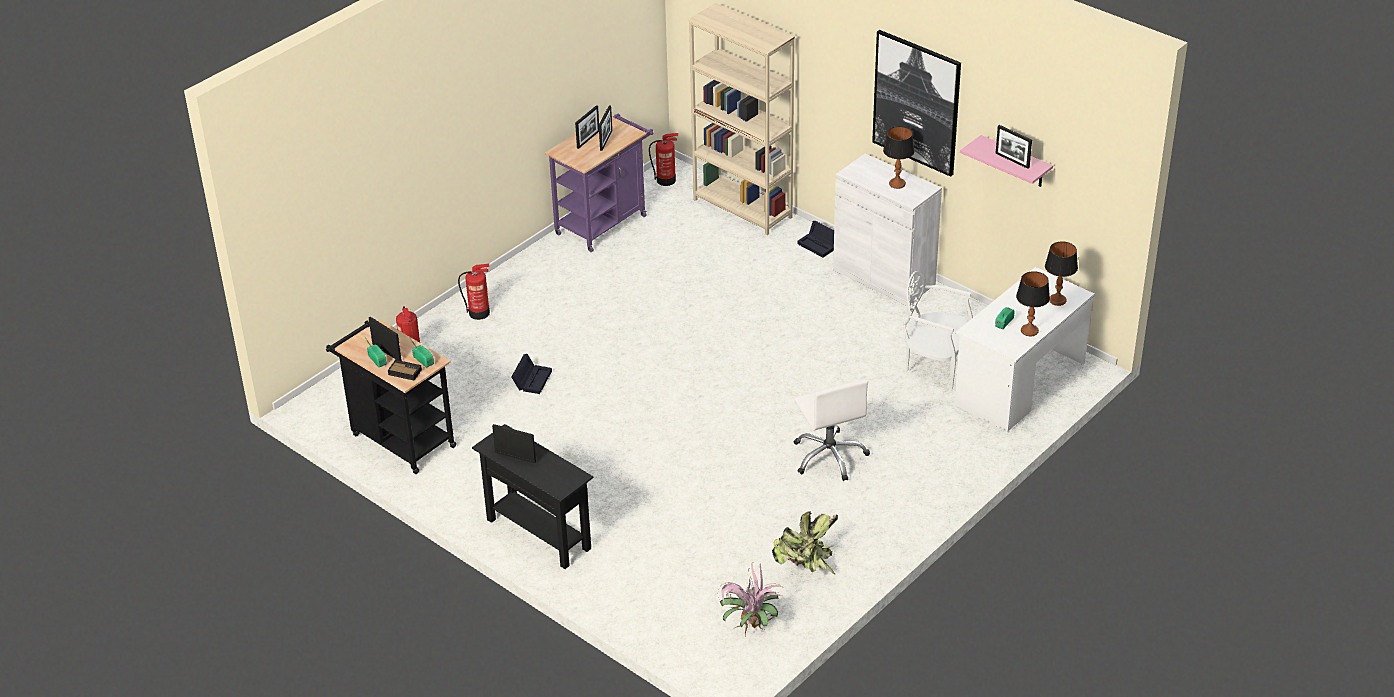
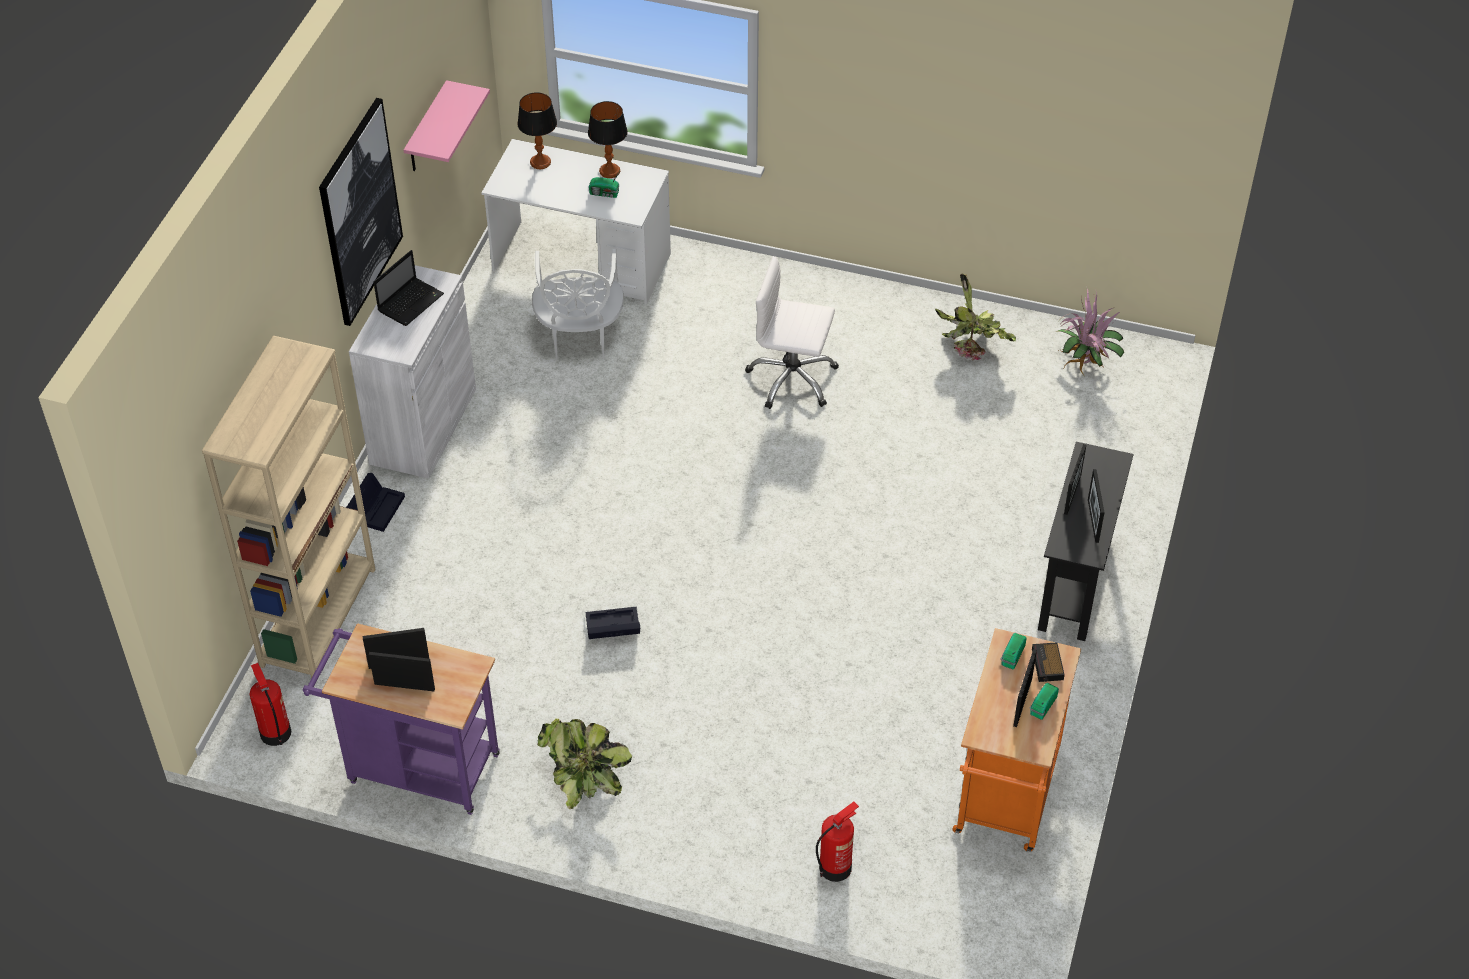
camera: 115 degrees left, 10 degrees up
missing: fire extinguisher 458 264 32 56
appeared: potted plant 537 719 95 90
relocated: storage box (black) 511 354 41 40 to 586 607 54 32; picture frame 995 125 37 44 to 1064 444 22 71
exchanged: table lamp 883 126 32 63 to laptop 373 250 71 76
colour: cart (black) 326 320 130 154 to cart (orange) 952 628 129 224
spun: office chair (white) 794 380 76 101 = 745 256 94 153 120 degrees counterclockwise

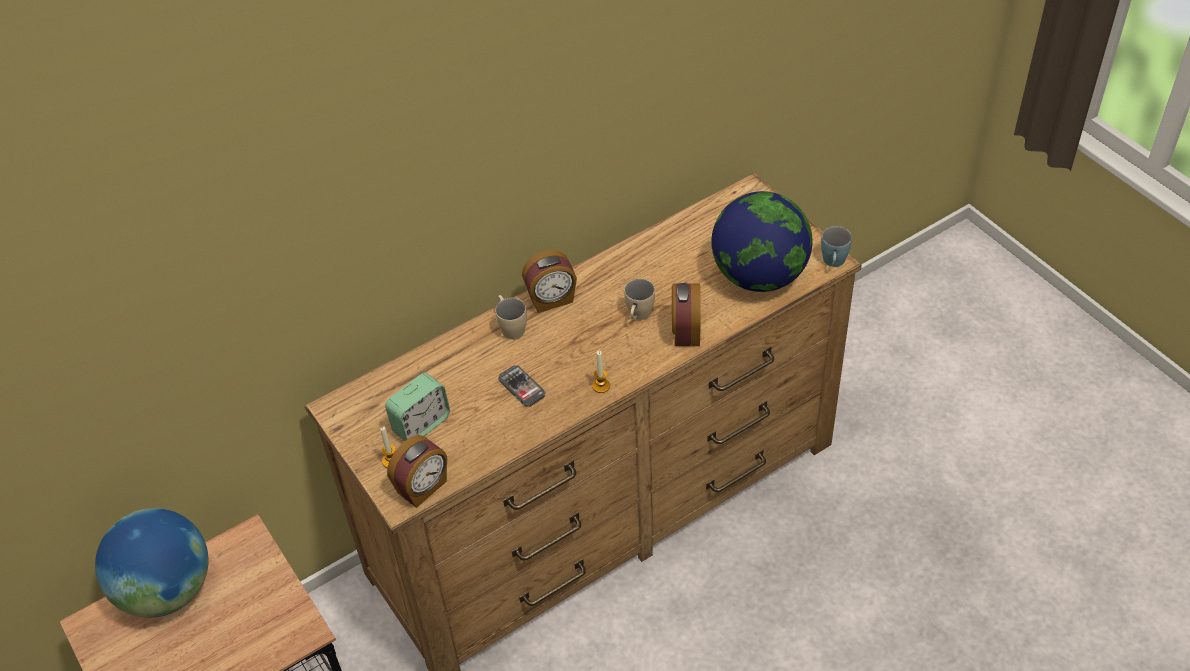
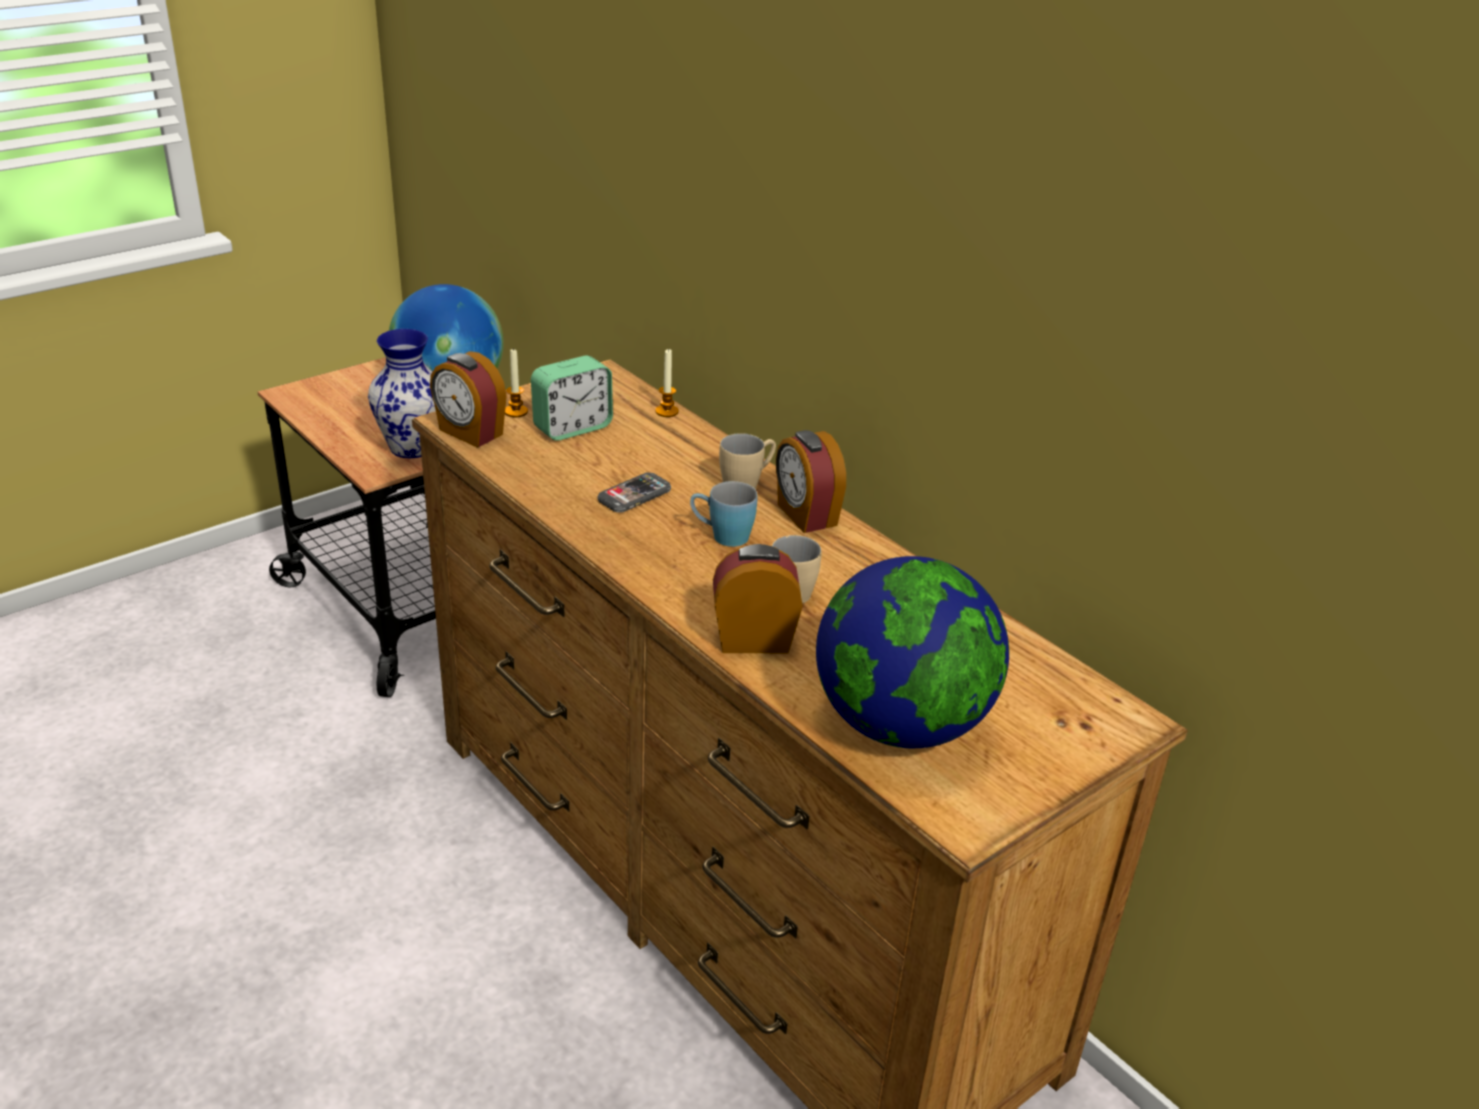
camera: 80 degrees right, 15 degrees down
appeared: vase 368 329 68 129
relocated: candle 592 351 18 42 to 655 348 24 69; mug (blue) 821 226 31 41 to 690 481 67 66
spun: alarm clock 385 373 65 68 = 531 355 82 86 75 degrees counterclockwise

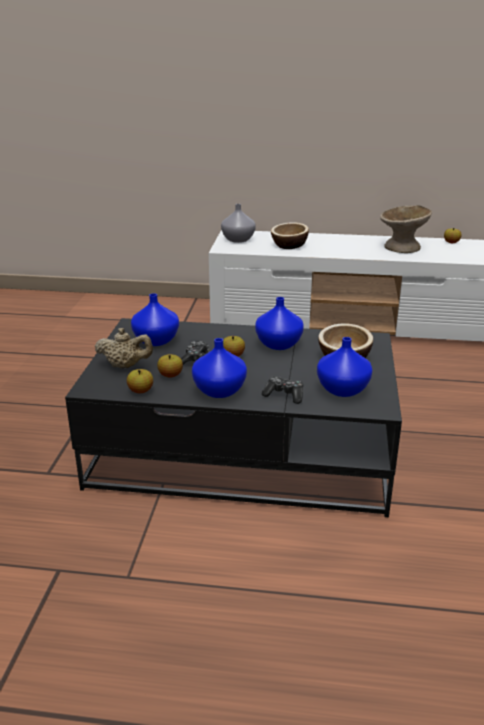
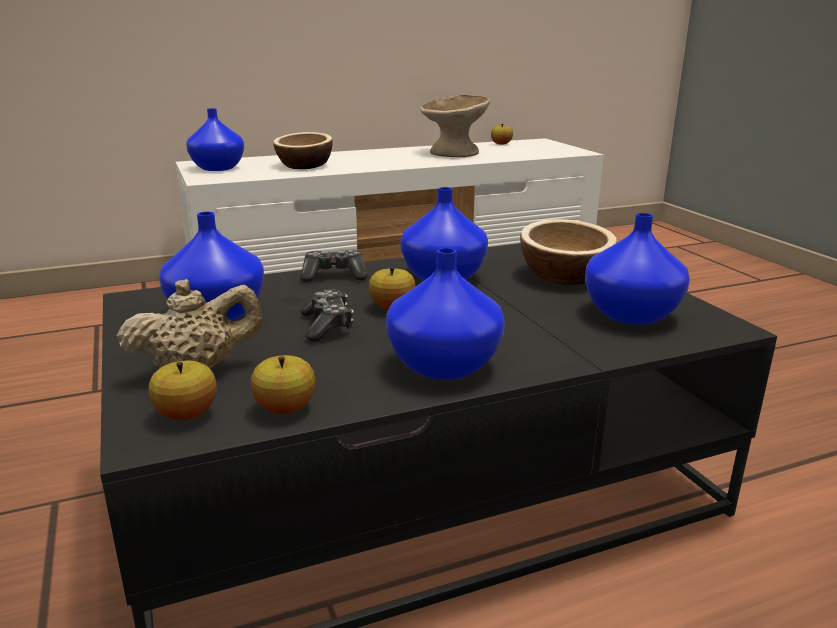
camera: 30 degrees left, 5 degrees down
relocated: apple 157 354 26 23 to 148 361 69 59; game controller 262 376 41 28 to 300 250 68 32
colour: vase (grey) 221 204 35 39 to vase (blue) 186 108 58 63

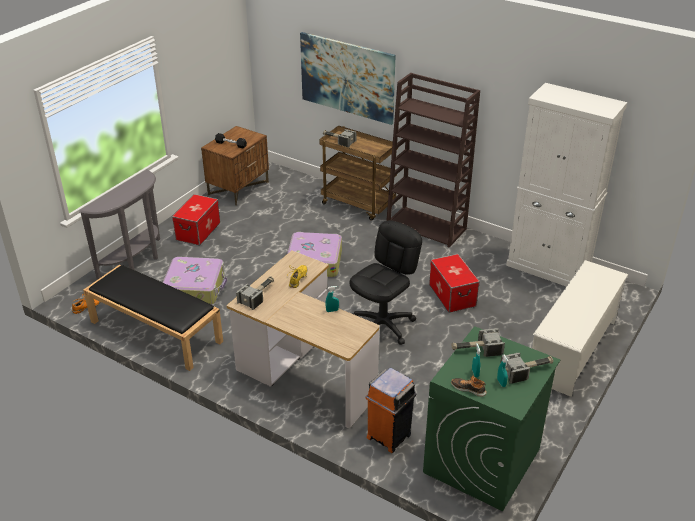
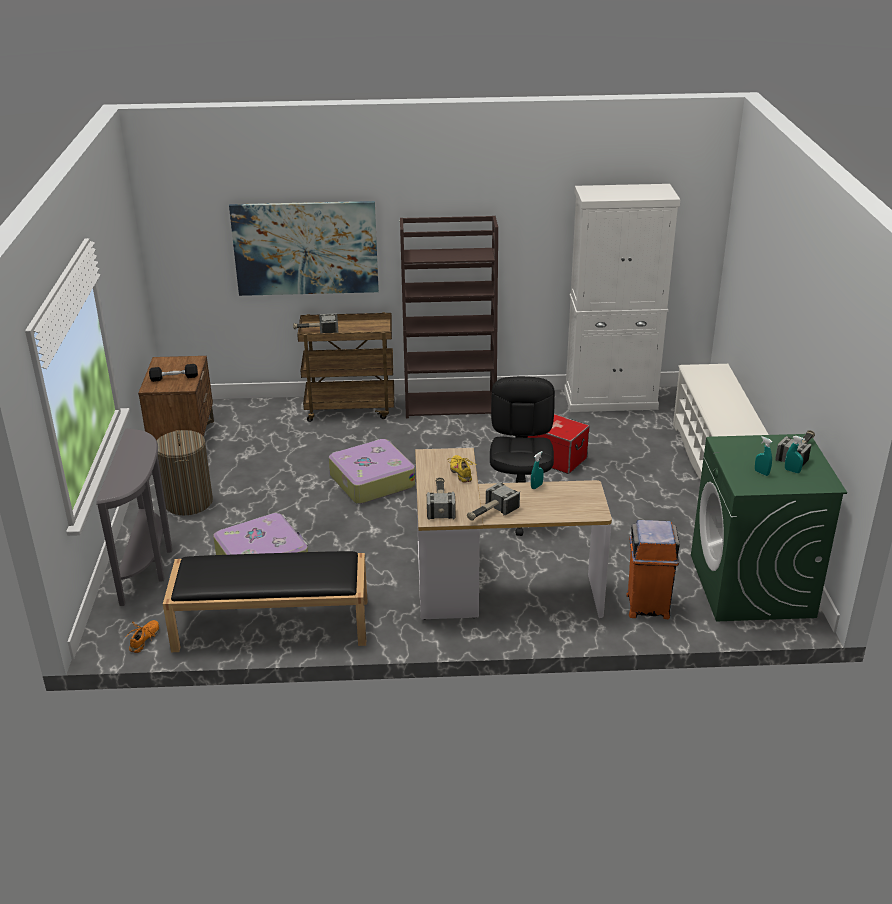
camera: 35 degrees left, 5 degrees down
missing: shoe 451 375 36 22
relocated: hammer 451 328 54 29 to 467 482 53 39
exchanged: storage box 172 194 48 52 to laundry basket 157 430 56 85

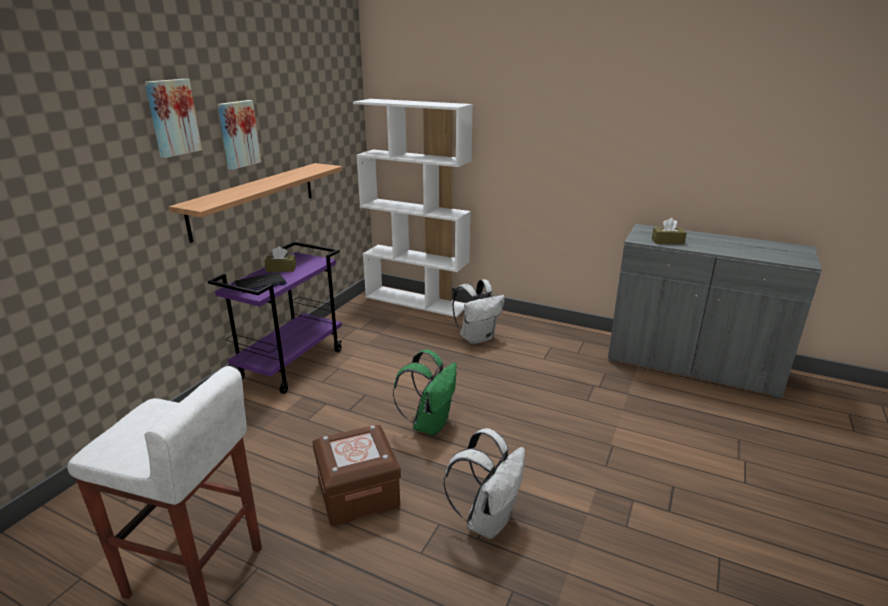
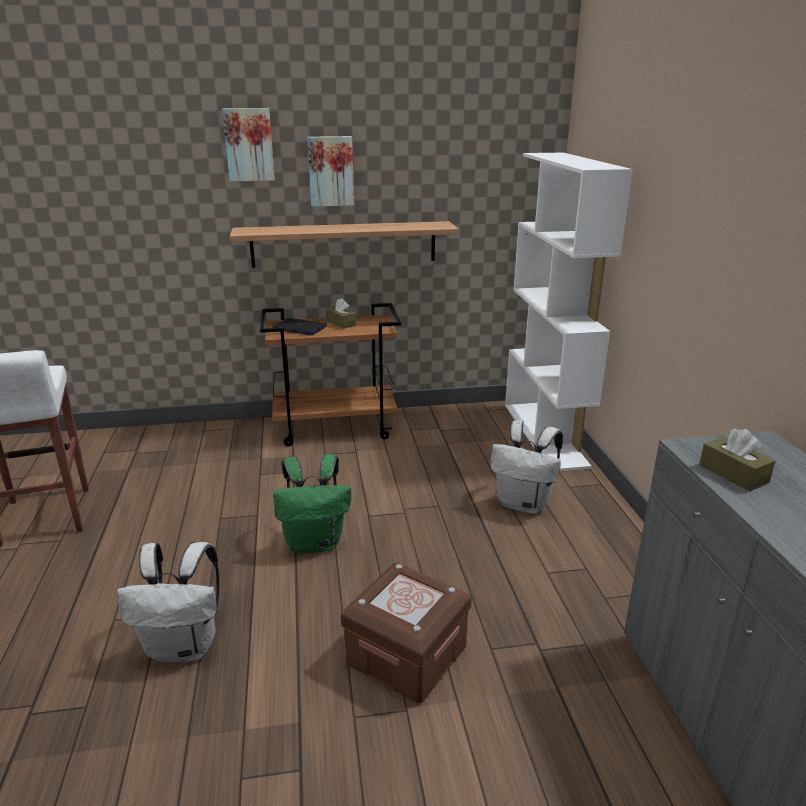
camera: 55 degrees right, 0 degrees up
relocated: storage box (brown) 313 425 88 101 to 341 562 131 142
colour: cart (purple) 208 242 134 152 to cart (brown) 260 303 141 144

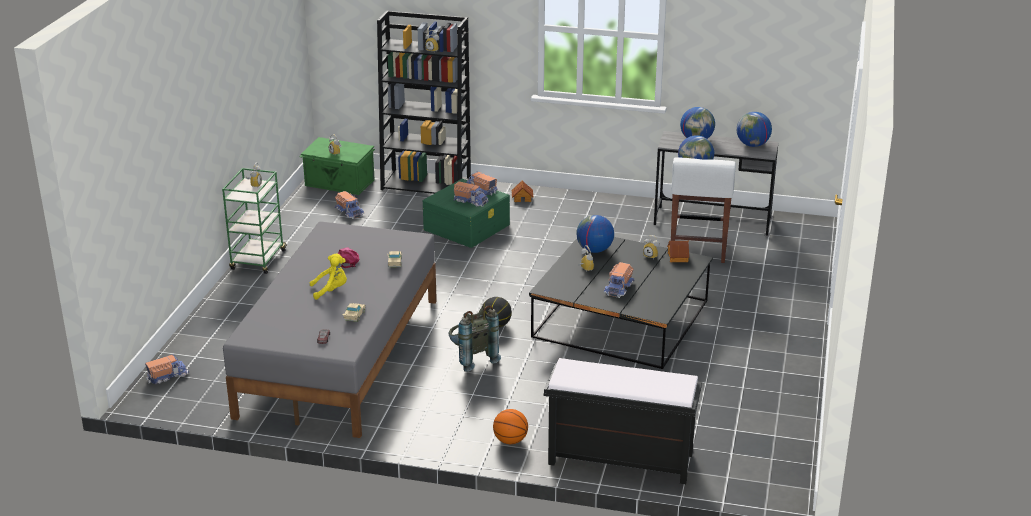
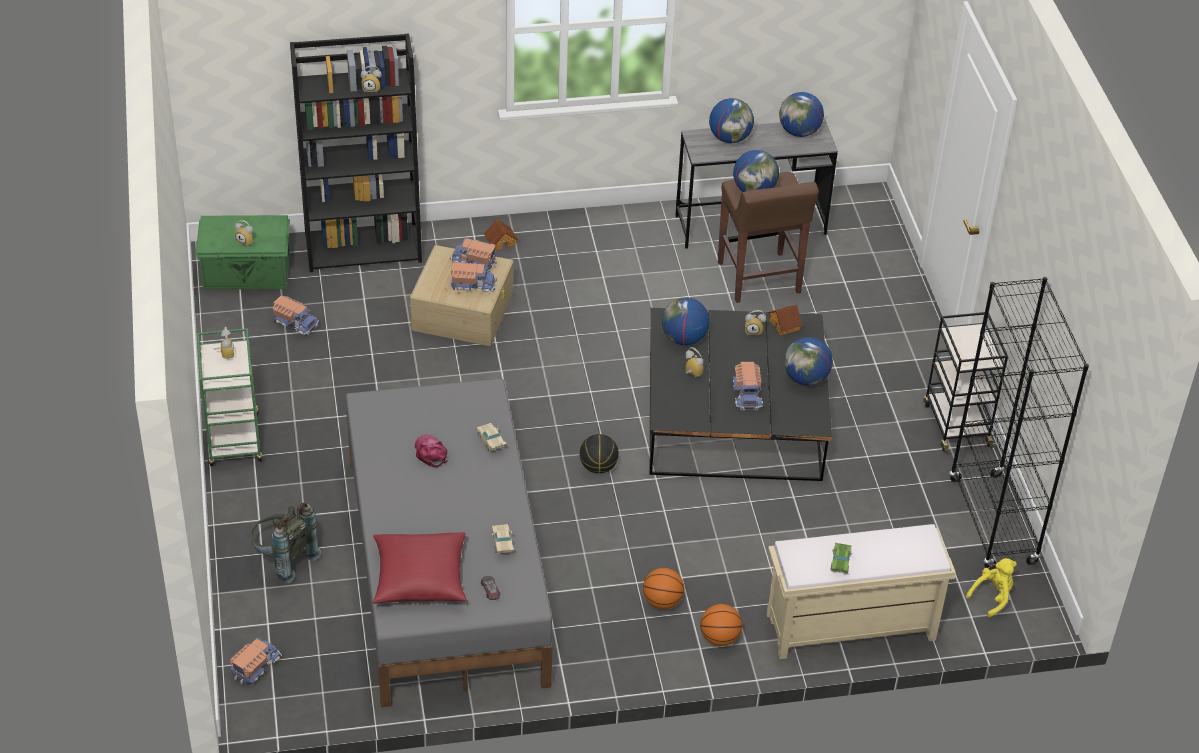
camera: 25 degrees left, 15 degrees up
appeared: pillow (red) 373 532 94 72; basketball 643 568 41 41; globe 784 337 49 49; toy car (green) 831 543 21 31; cart (black) 923 312 85 141; bookcase (black) 949 277 140 292
relocated: backpack (grey) 449 305 52 67 to 250 503 71 80; plush toy (yellow) 310 254 37 46 to 966 558 51 60
colour: storage box (green) 422 179 88 69 to storage box (beige) 410 245 103 101; stool (white) 671 157 65 106 to stool (brown) 718 172 101 131; bench (black) 543 358 159 126 to bench (beige) 766 524 190 135

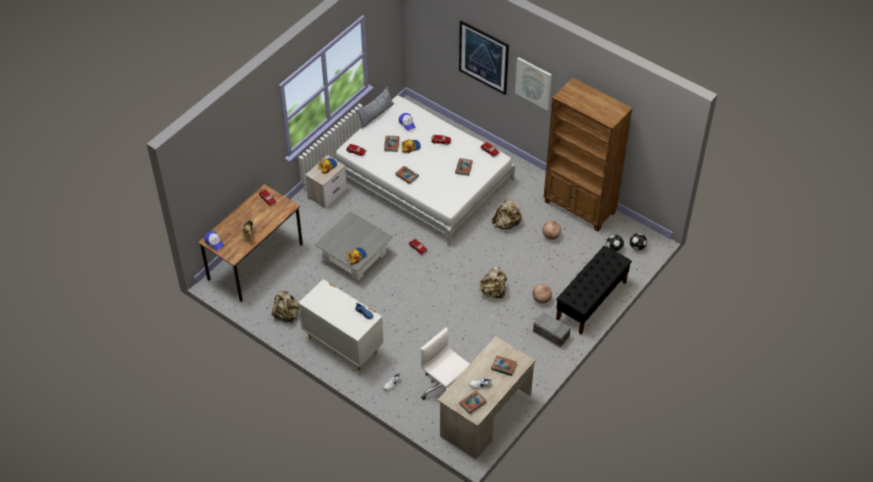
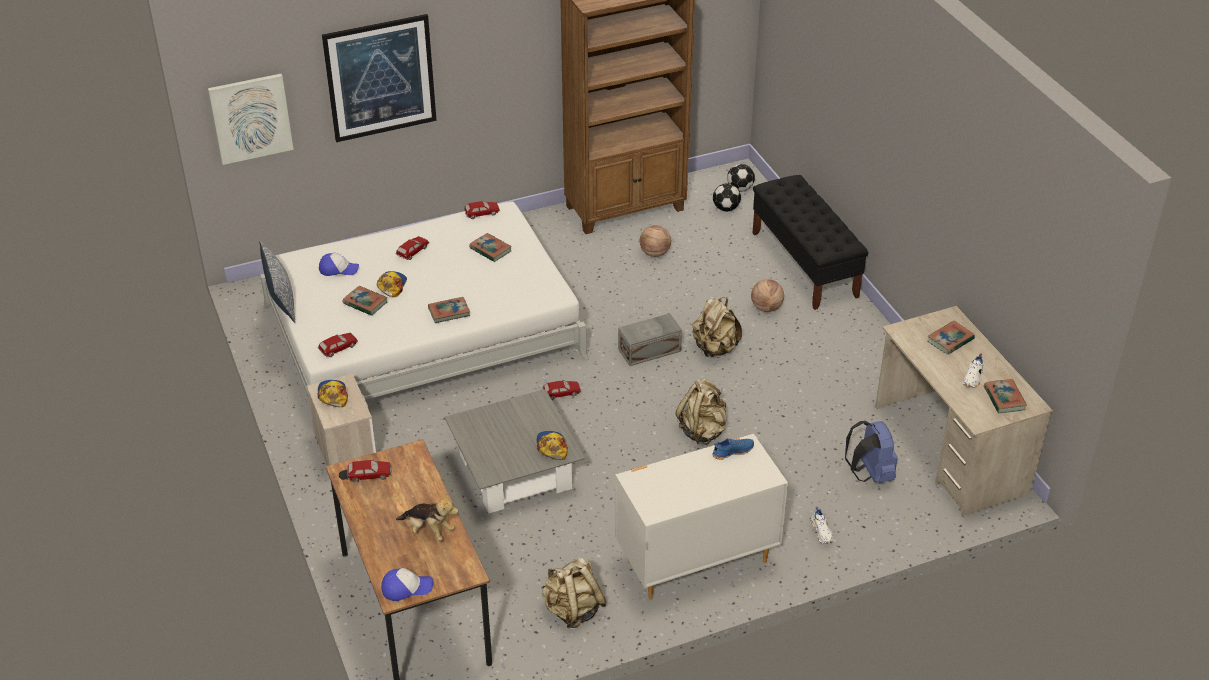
camera: 60 degrees left, 10 degrees down
relocated: picture 515 57 37 53 to 208 74 86 91; storage box (grey) 533 312 38 36 to 618 313 64 53; backpack (beige) 492 198 30 31 to 676 378 50 67
exchanged: office chair (white) 421 327 49 73 to backpack (blue) 845 421 53 62

